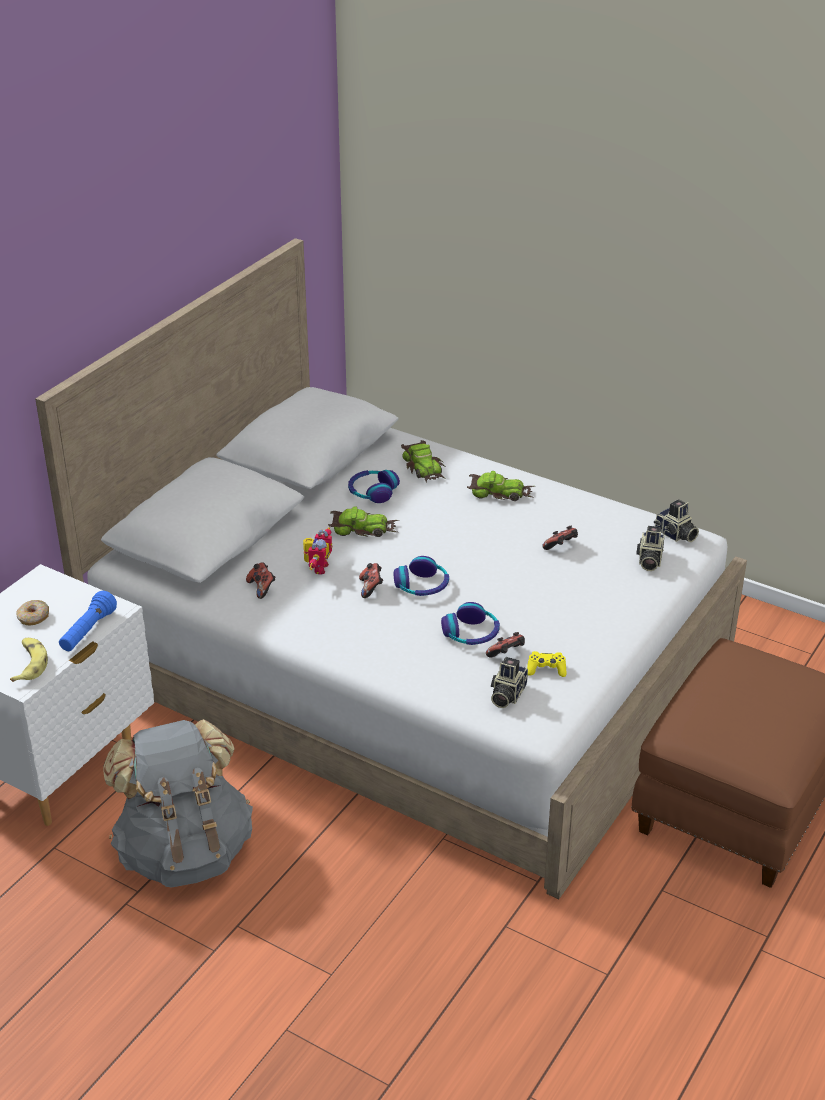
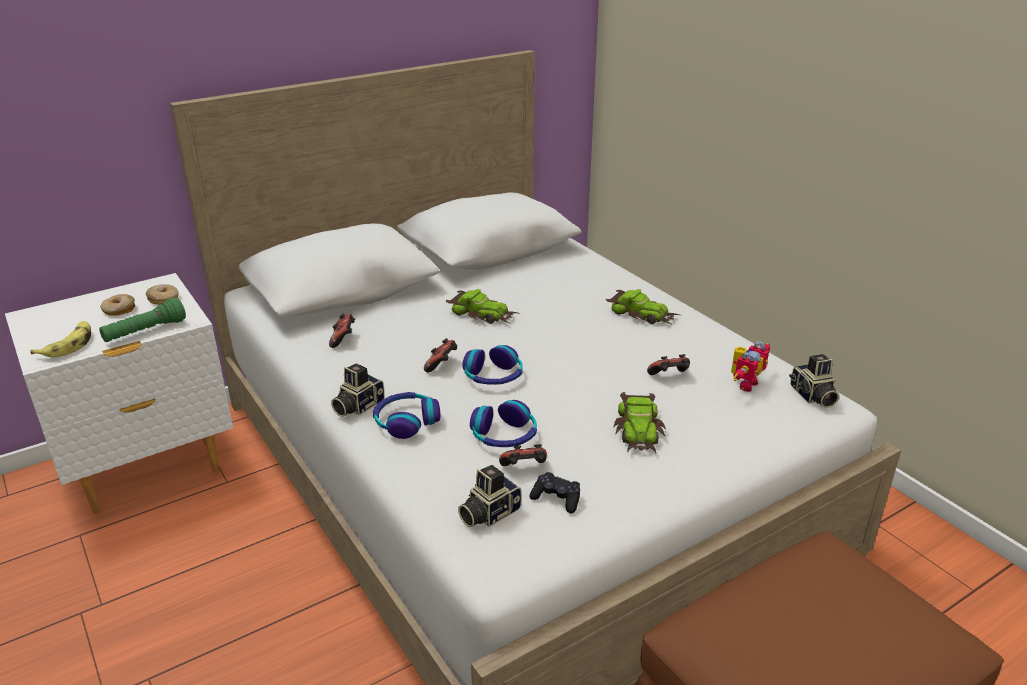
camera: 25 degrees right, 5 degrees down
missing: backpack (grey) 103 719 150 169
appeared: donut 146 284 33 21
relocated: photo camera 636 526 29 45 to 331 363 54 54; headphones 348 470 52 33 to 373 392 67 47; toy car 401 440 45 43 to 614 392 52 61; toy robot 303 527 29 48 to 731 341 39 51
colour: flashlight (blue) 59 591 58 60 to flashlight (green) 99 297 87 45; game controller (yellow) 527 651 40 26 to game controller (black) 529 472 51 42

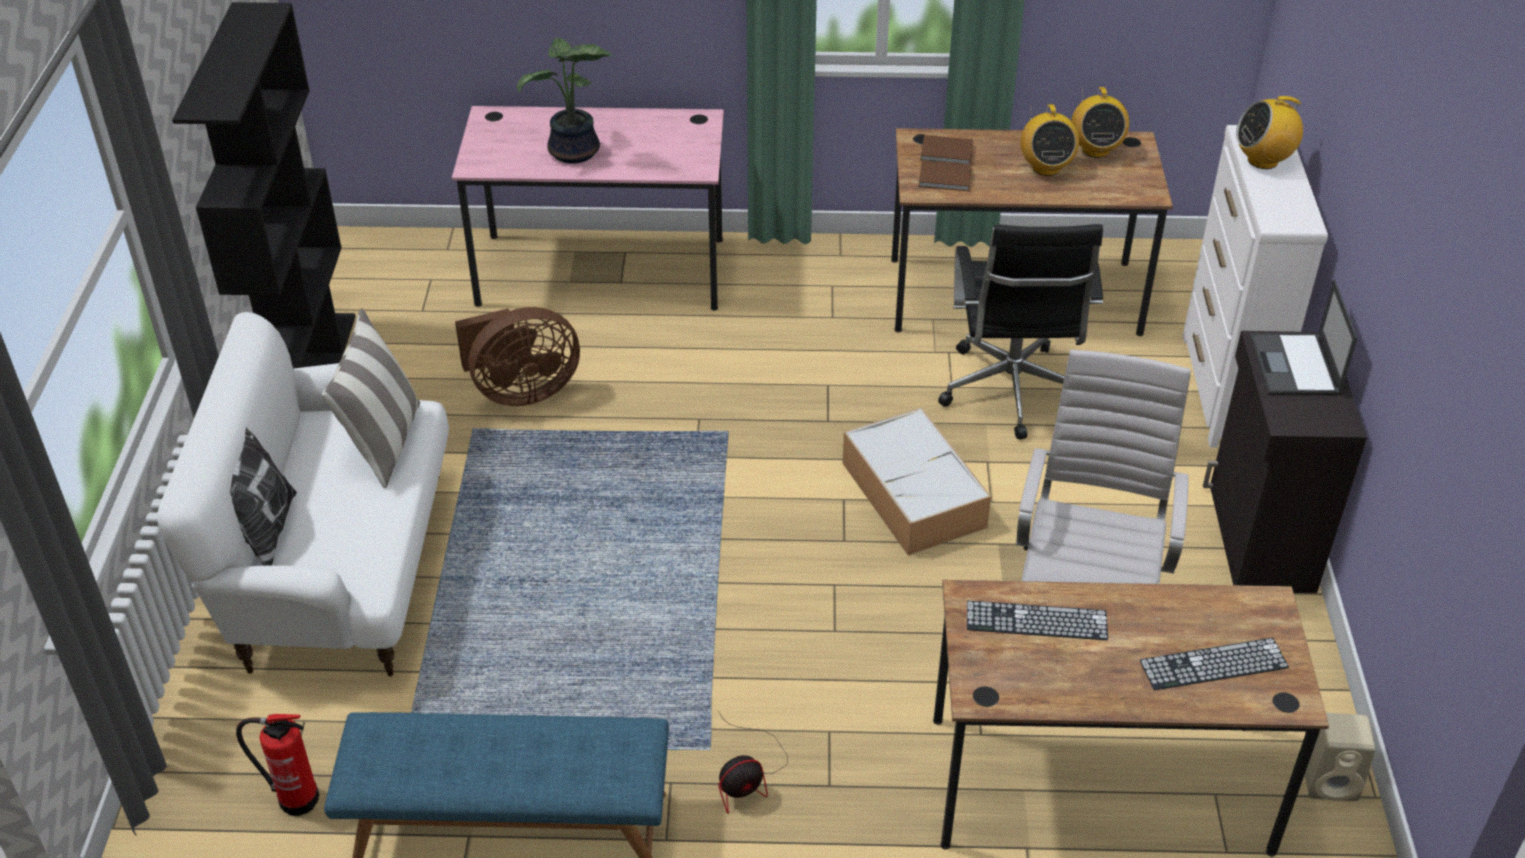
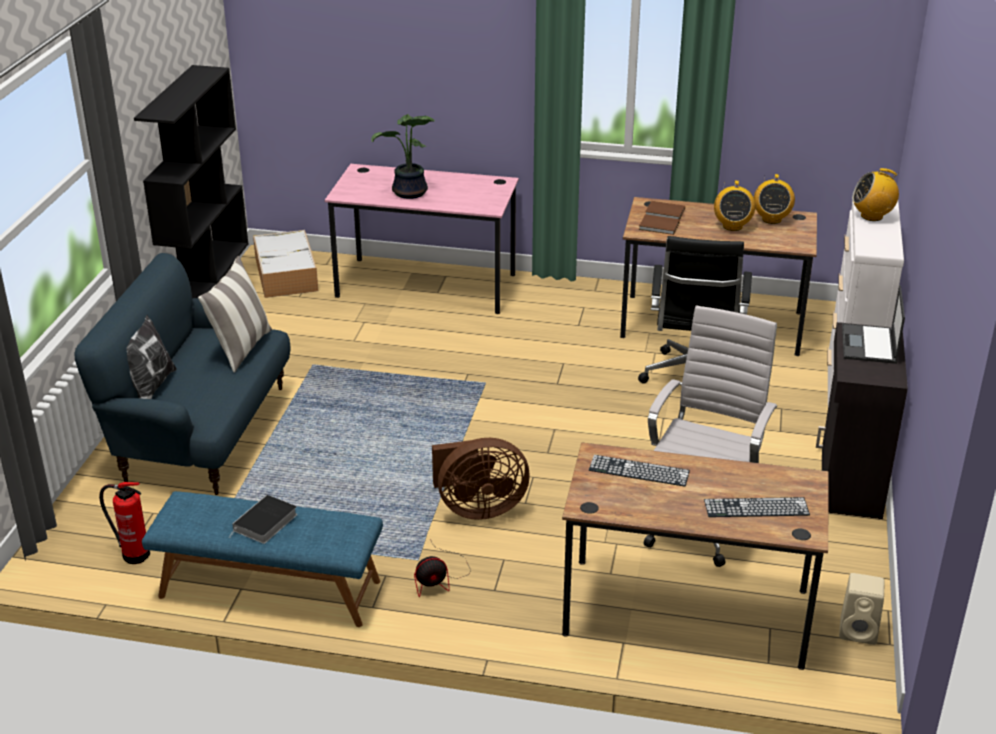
camera: 10 degrees right, 10 degrees down
appeared: book 229 495 68 49
relocated: storage box 843 408 148 147 to 253 230 65 68; fan (brown) 455 307 125 99 to 432 438 98 82
colour: sofa (white) 157 312 292 365 to sofa (blue) 74 253 217 242

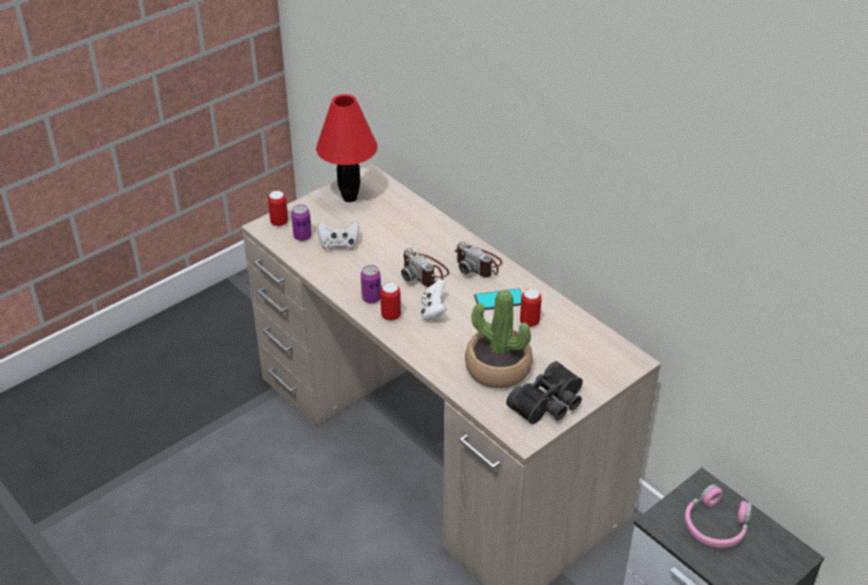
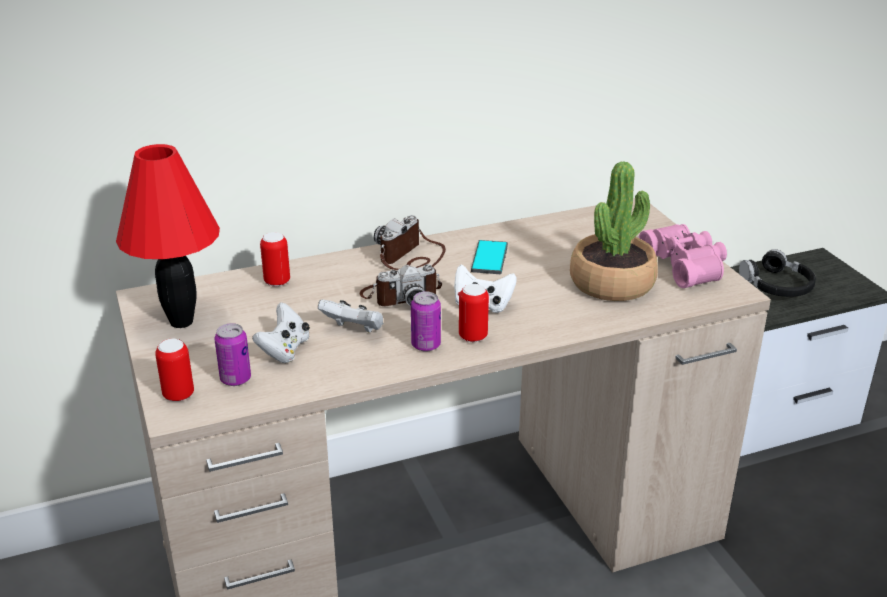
camera: 70 degrees left, 10 degrees down
appeared: game controller (white) 318 299 65 34
relocated: can 520 289 22 38 to 260 232 30 55
colour: binoculars (black) 506 361 77 63 to binoculars (pink) 638 224 89 64; headphones (pink) 684 484 68 64 to headphones (black) 739 249 77 48
spun: photo camera 455 241 48 37 = 374 215 72 55 150 degrees clockwise

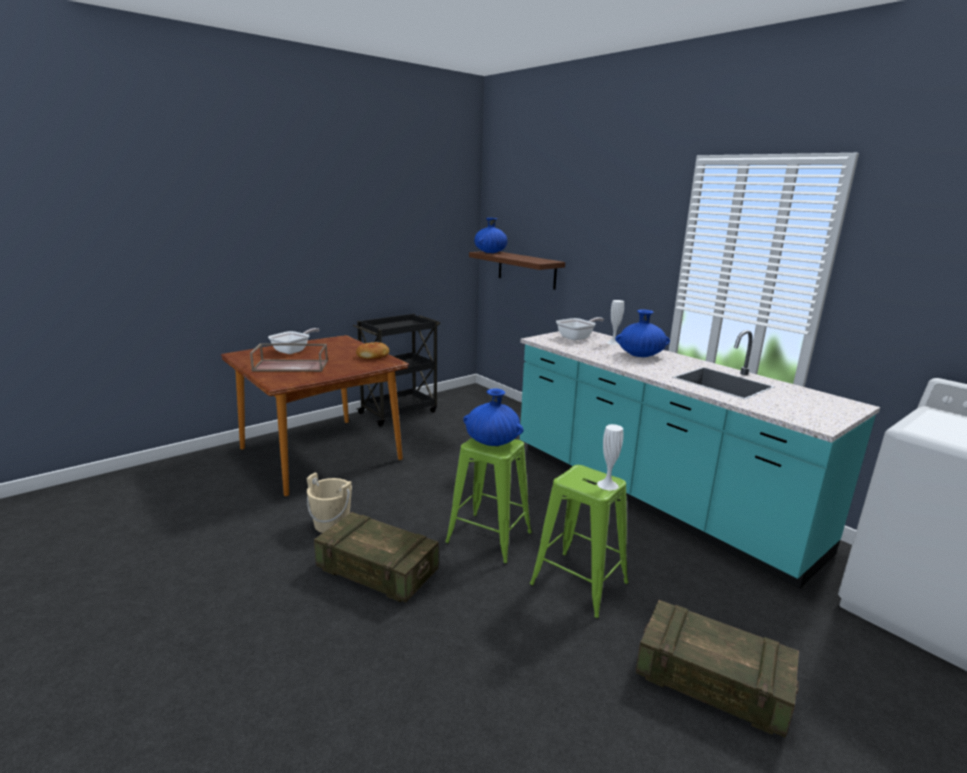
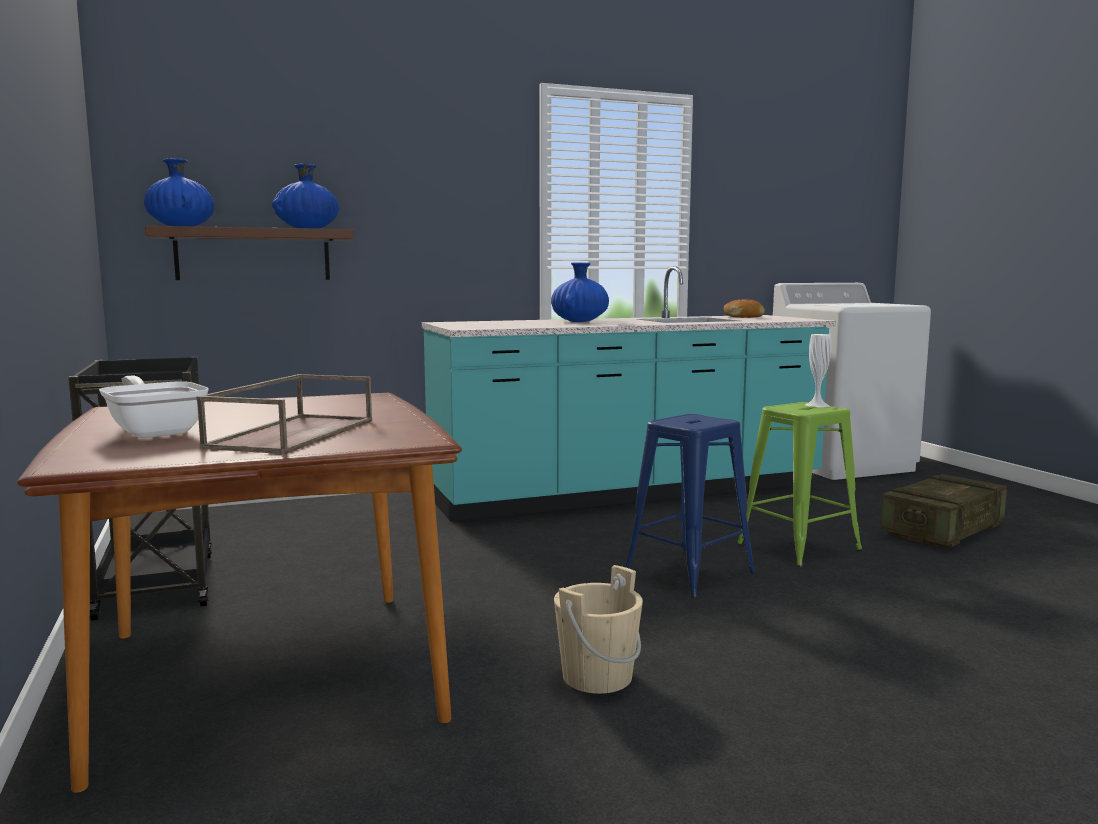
camera: 70 degrees left, 10 degrees down
missing: crate 314 512 125 90; frying pan 556 317 48 24; vase (white) 607 300 17 45
relocated: vase (blue) 463 389 61 57 to 272 164 67 65; bread 356 342 33 17 to 724 299 41 19
colour: stool (green) 445 438 87 126 to stool (blue) 625 414 131 184

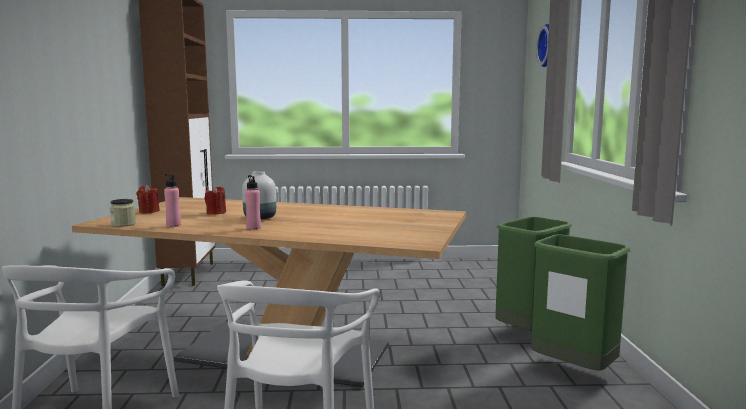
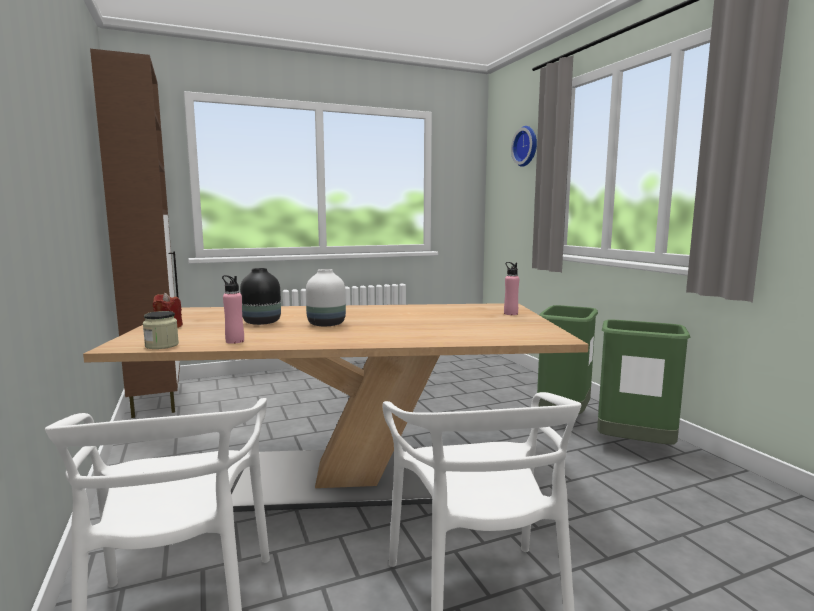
camera: 20 degrees left, 0 degrees up
relocated: bottle (pink) 245 175 16 55 to 504 262 15 53
exchanged: candle (red) 205 186 21 29 to vase (black) 240 268 41 57

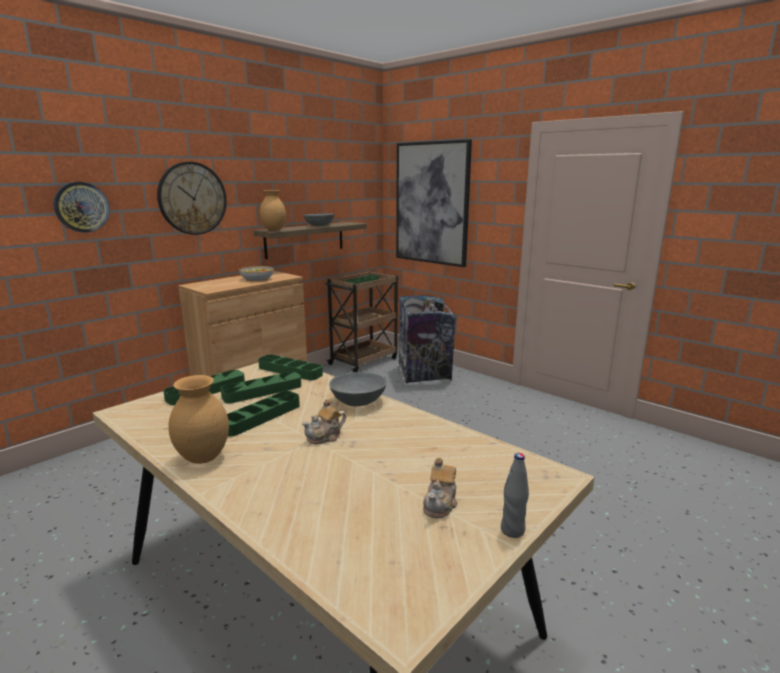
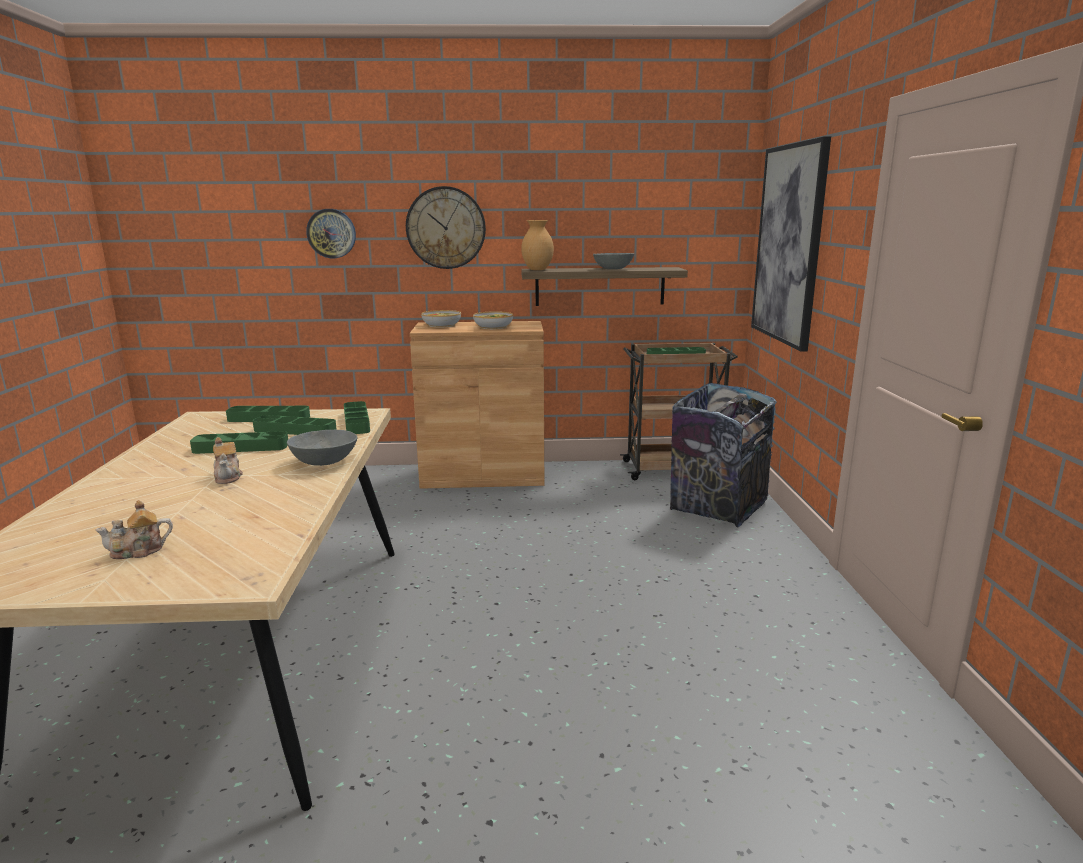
camera: 45 degrees right, 0 degrees up
missing: vase (brown) 168 375 61 89; bottle (grey) 501 453 28 85
appeared: bowl 421 310 40 18
spun: teapot 302 399 44 45 = 213 437 30 47 120 degrees counterclockwise

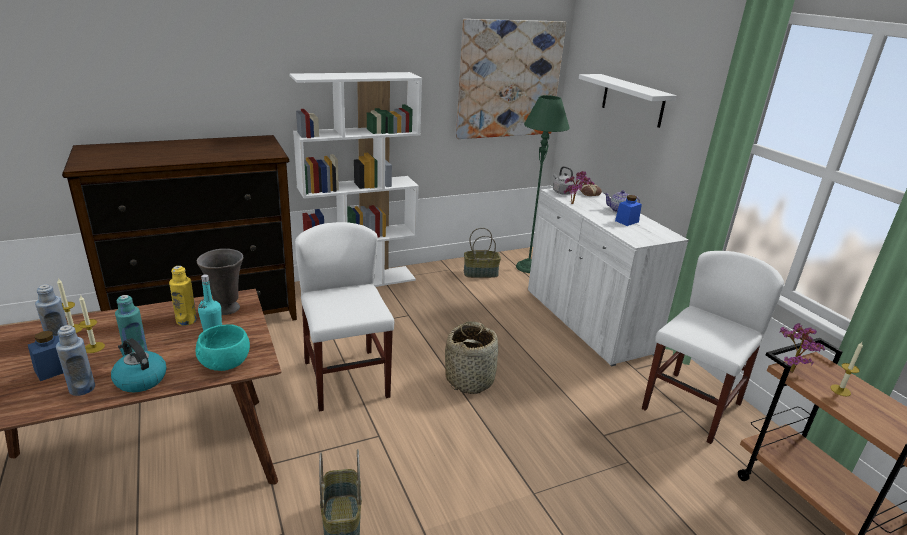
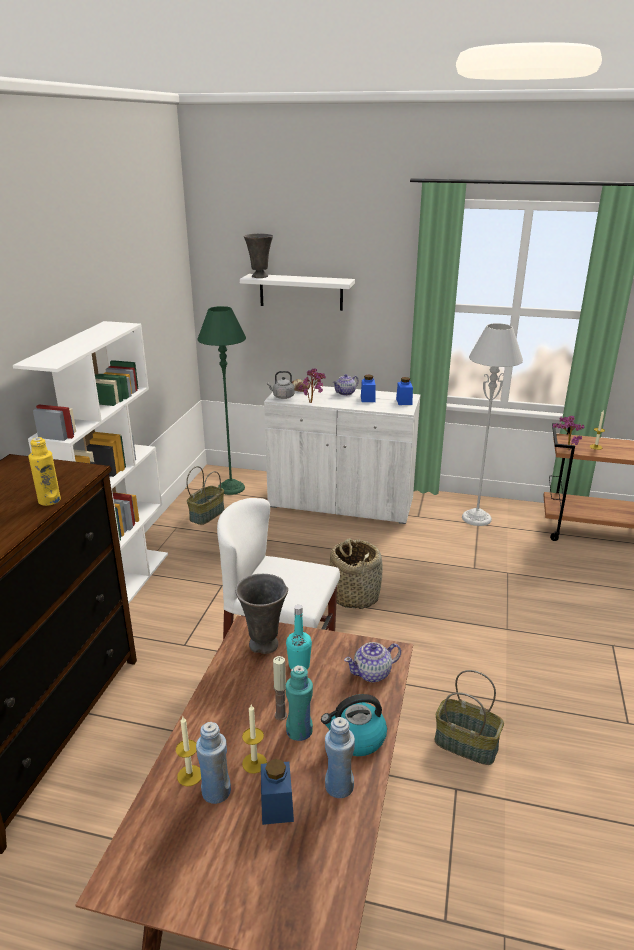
camera: 50 degrees left, 0 degrees up
missing: picture 456 19 110 120
appeared: vase (grey) 244 233 29 45; candle 273 656 14 64; jar (blue) 396 377 17 28
relocated: bottle (yellow) 169 266 28 60 to 28 437 33 69
exchanged: bowl (turquoise) 195 324 55 47 to teapot 344 642 57 40; chair (white) 642 251 142 193 to floor lamp (grey) 462 323 61 203

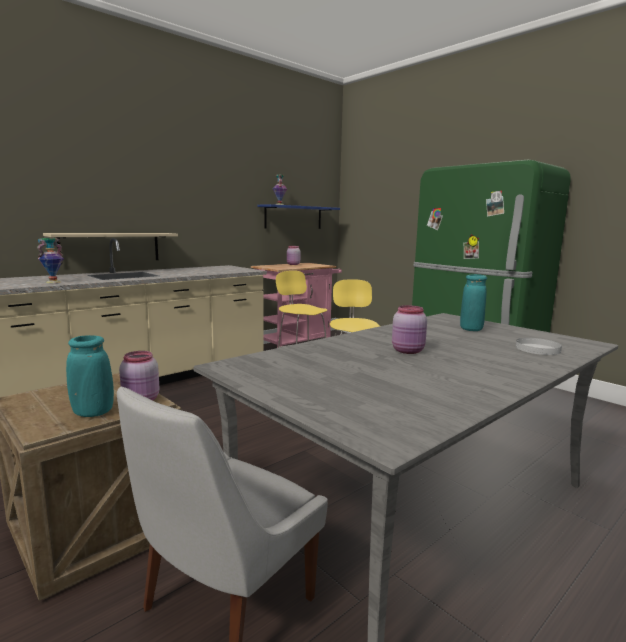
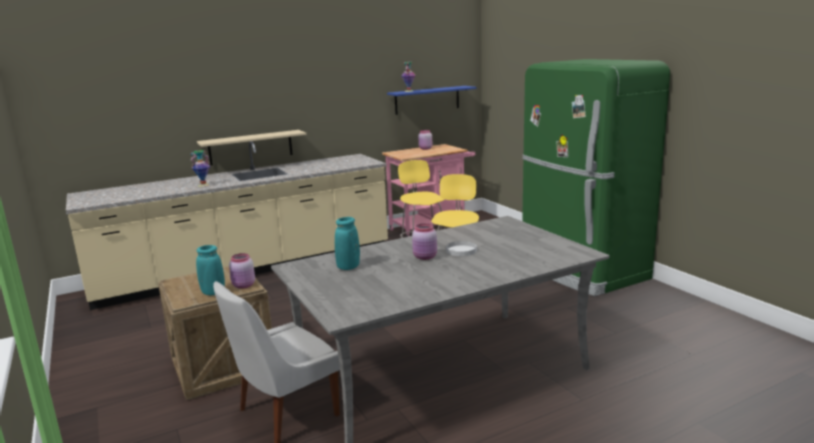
camera: 15 degrees right, 5 degrees up
relocated: vase (turquoise) 460 274 27 57 to 335 217 25 53; plate (white) 516 338 46 17 to 446 241 31 15

